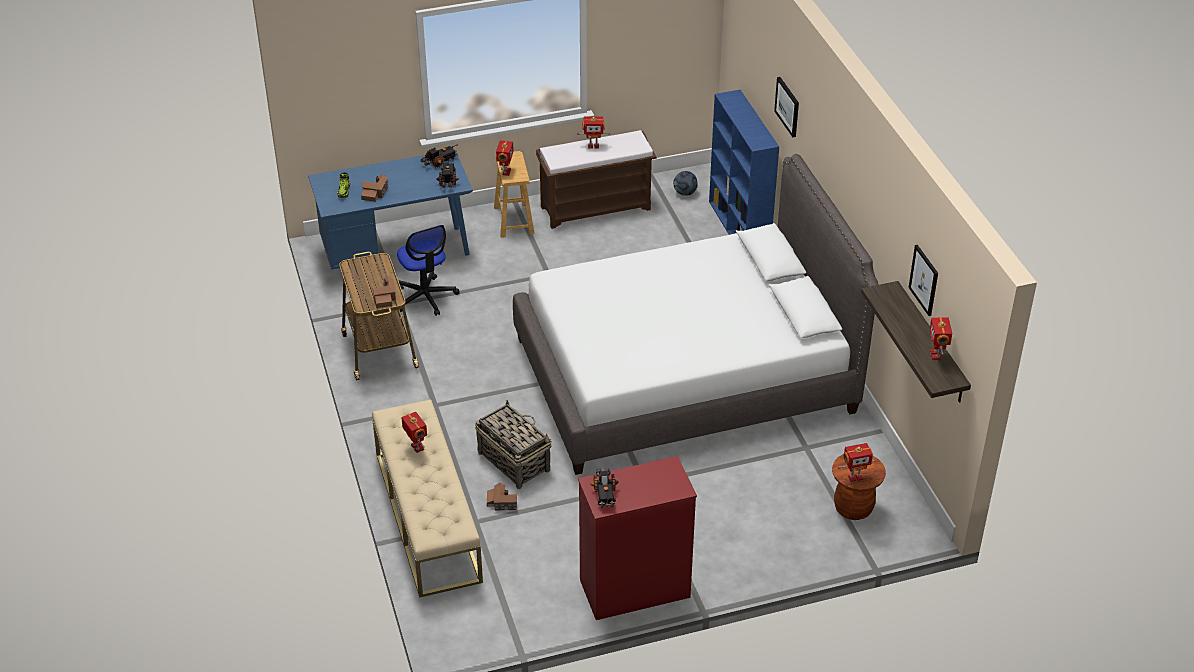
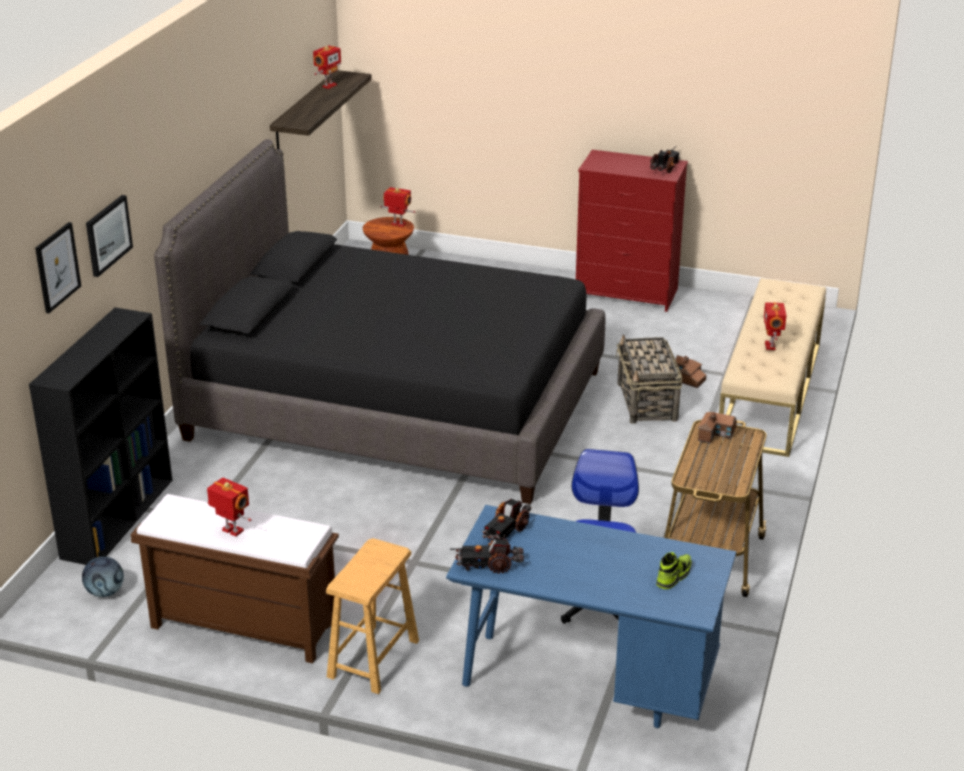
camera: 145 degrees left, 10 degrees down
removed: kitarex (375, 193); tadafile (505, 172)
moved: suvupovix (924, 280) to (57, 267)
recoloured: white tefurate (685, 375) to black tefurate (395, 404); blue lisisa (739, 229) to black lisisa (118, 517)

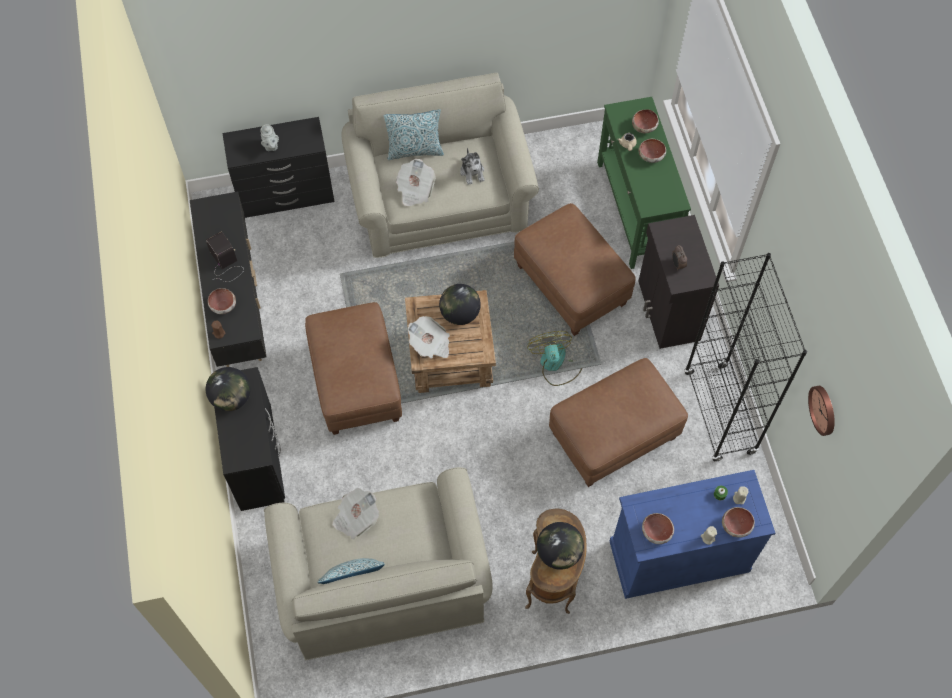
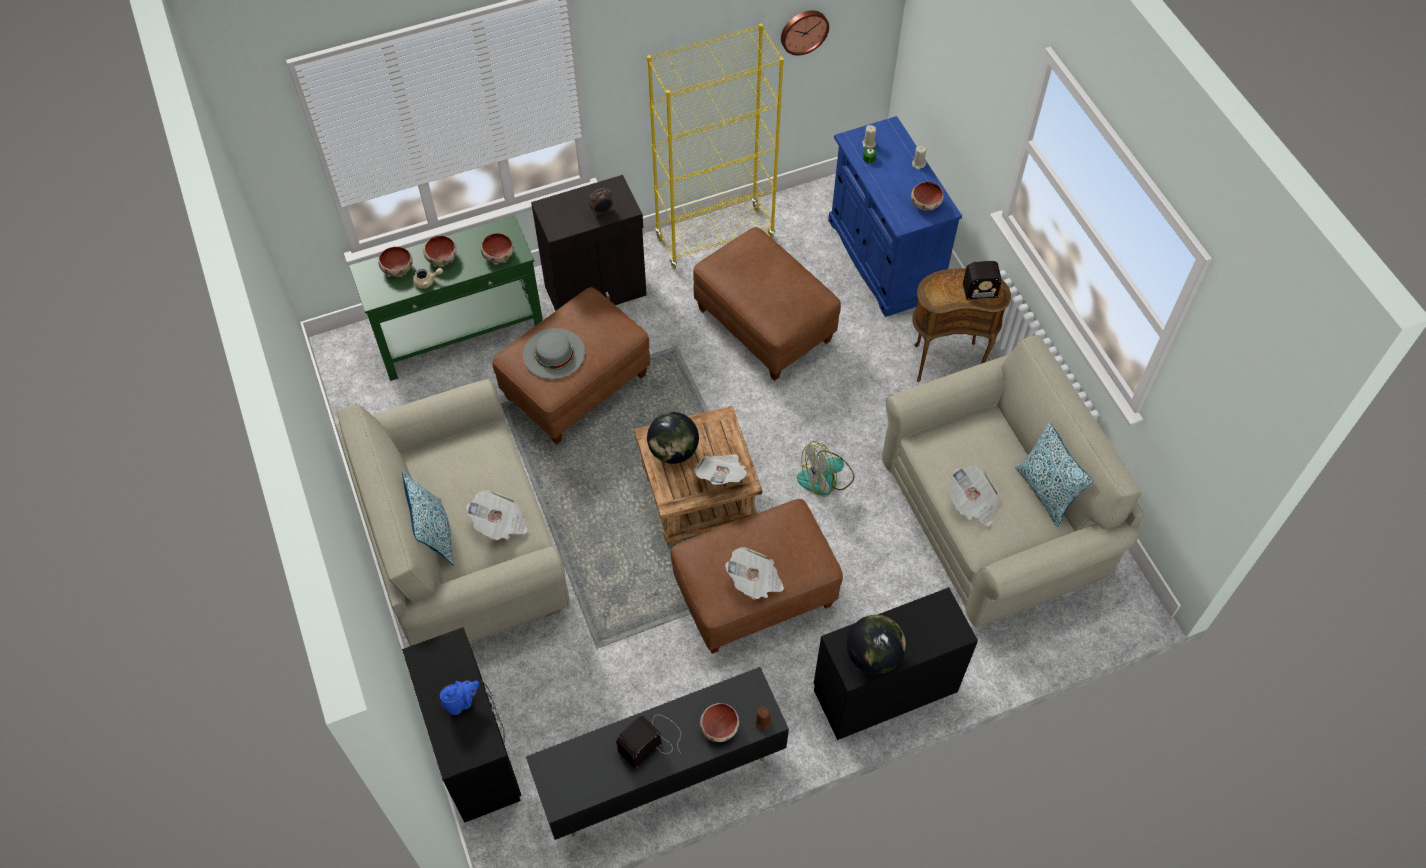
camera: 100 degrees left, 5 degrees down
removed: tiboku (472, 172)
added: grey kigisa (554, 353); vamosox (755, 581)
moved: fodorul (555, 365) to (825, 479); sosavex (736, 525) to (498, 255)
replaced: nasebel (558, 553) to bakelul (967, 288)
recoloured: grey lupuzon (270, 146) to blue lupuzon (461, 702); black lisisa (719, 413) to yellow lisisa (715, 237)

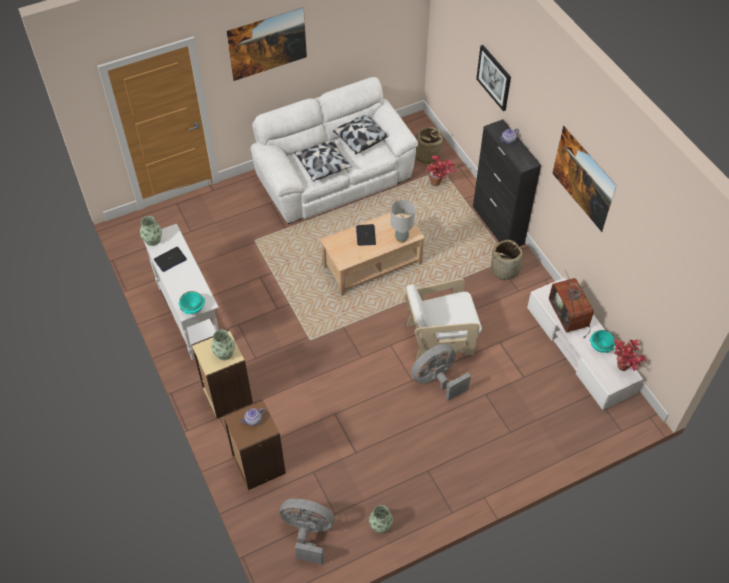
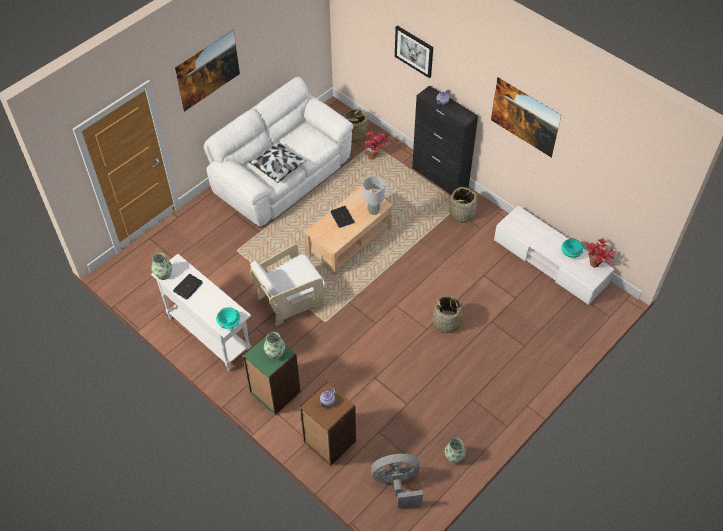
camera: 20 degrees left, 0 degrees up
removed: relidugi (360, 138); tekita (570, 315)
moved: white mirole (440, 337) to (290, 300)
replaced: grey fodorul (437, 380) to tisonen (447, 323)
recoloured: beige lisisa (227, 395) to green lisisa (274, 392)

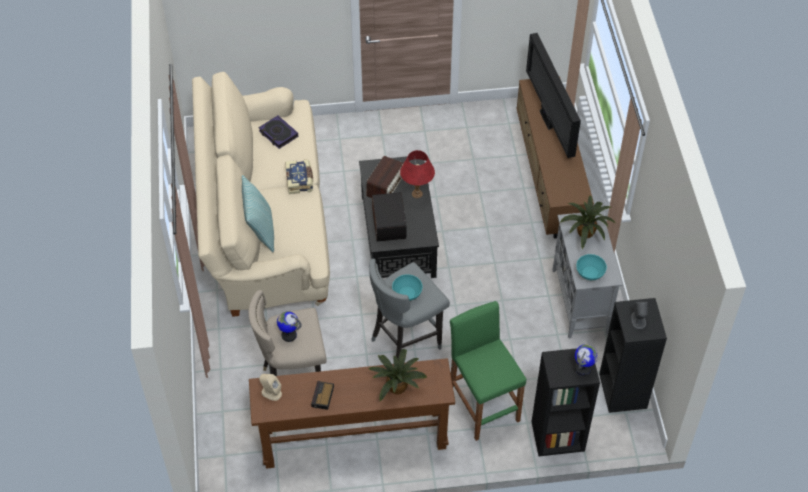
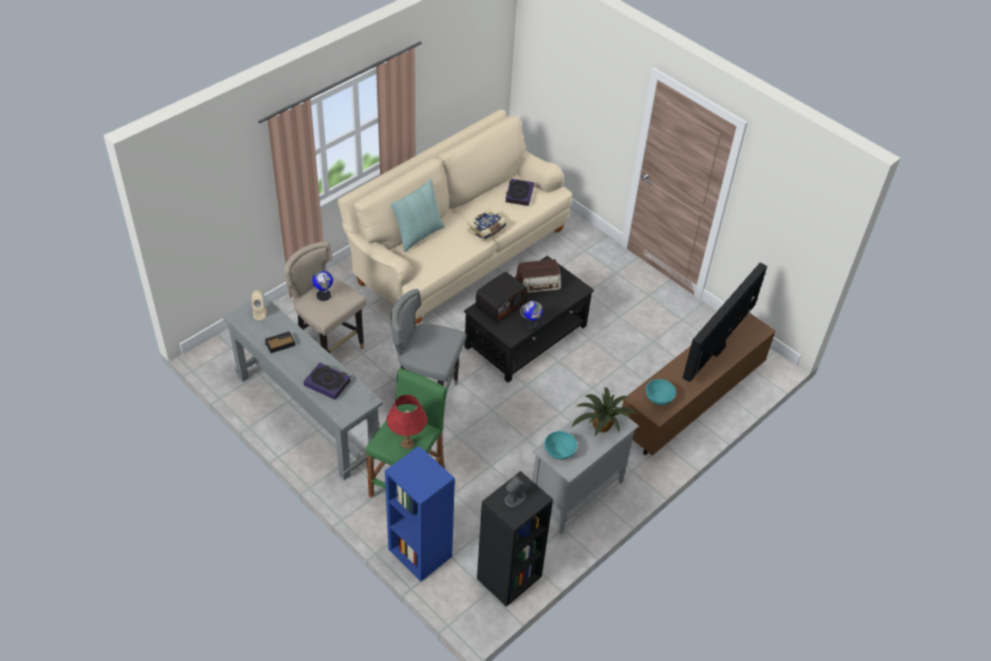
camera: 50 degrees right, 5 degrees down
moved: turquoise sosavex (406, 293) to (658, 398); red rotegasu (417, 194) to (407, 444); nasebel (583, 368) to (531, 325)
replaced: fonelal (396, 385) to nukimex (327, 383)
recoloured: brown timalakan (354, 438) to grey timalakan (307, 415); black lisisa (557, 437) to blue lisisa (419, 553)

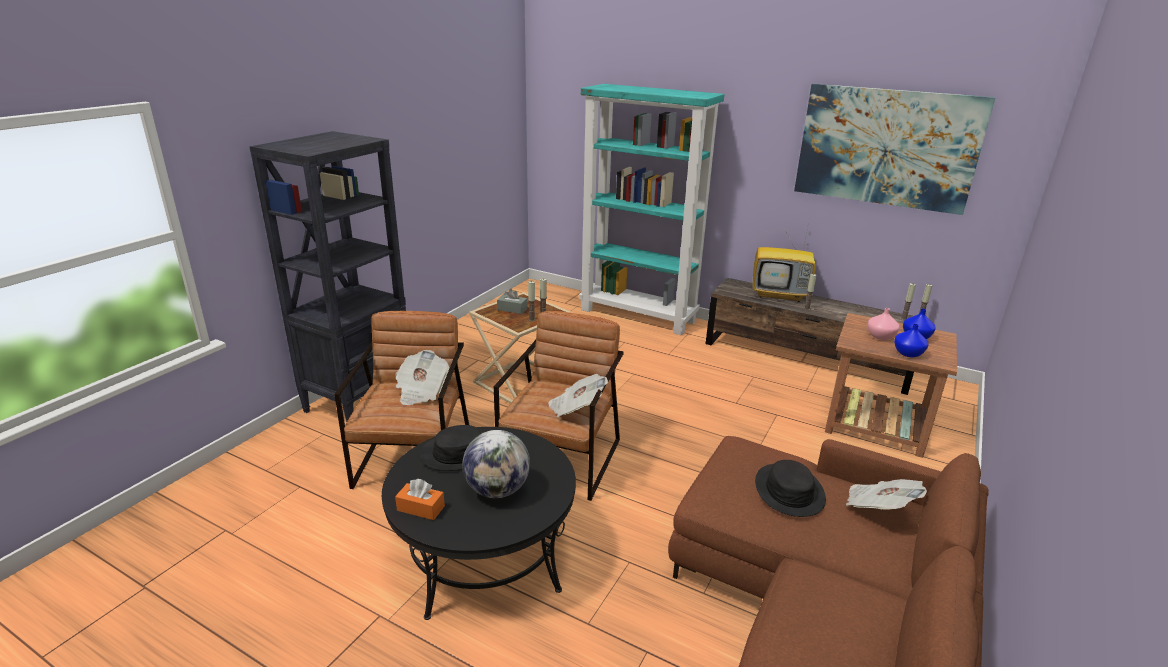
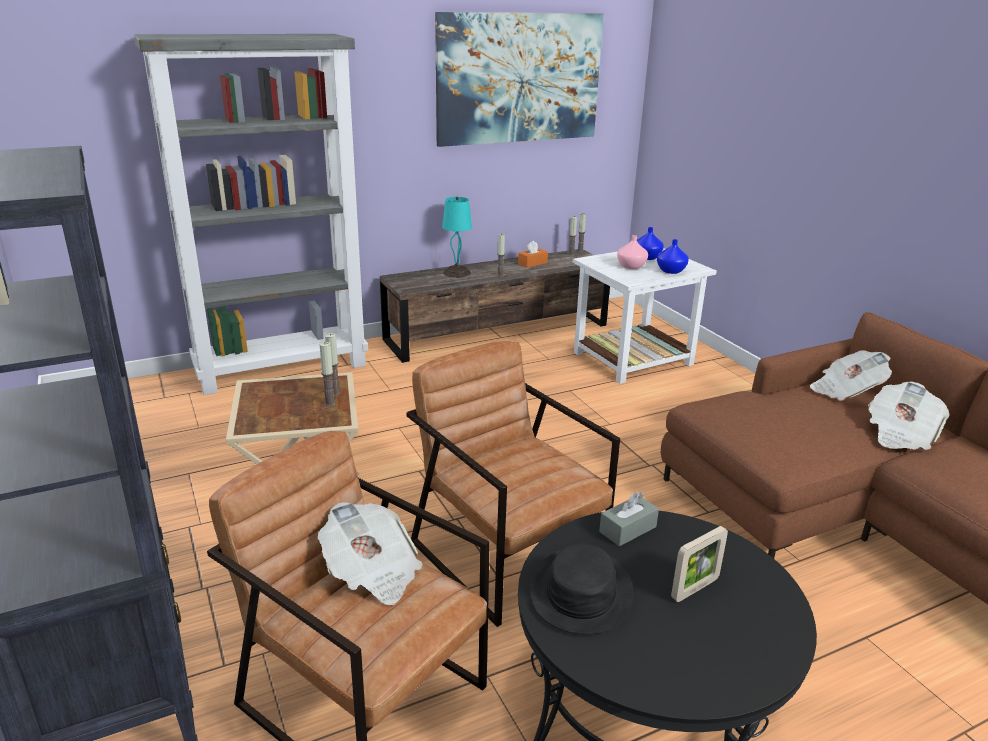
camera: 55 degrees left, 0 degrees up
removed: black kigisa (789, 491)
moved: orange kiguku (421, 508) to (532, 263); grey kiguku (512, 309) to (627, 529); vamosox (576, 408) to (900, 434)
replaced: nasebel (497, 490) to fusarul (695, 589); tekita (780, 295) to turquoise rotegasu (457, 272)
recoloured: turquoise lisisa (638, 315) to grey lisisa (283, 368); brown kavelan (877, 425) to white kavelan (634, 358)

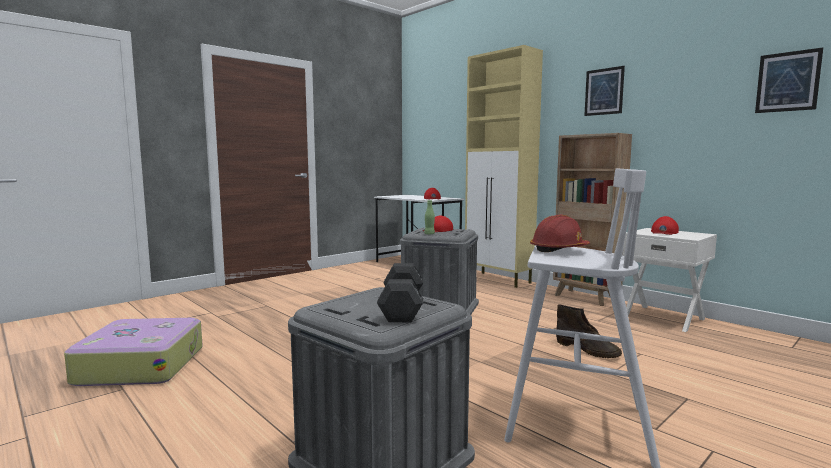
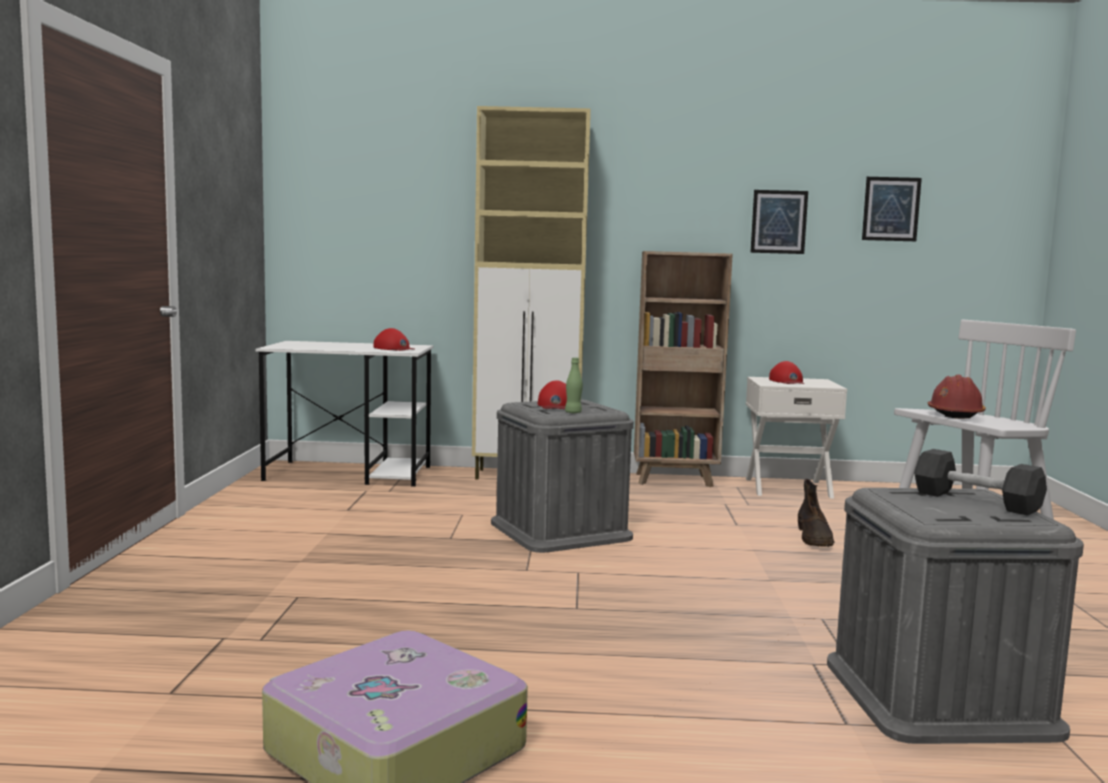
camera: 45 degrees left, 0 degrees up
moved: suvupovix (604, 91) to (779, 222)
turned: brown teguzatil (587, 350) = (814, 538) 90 degrees clockwise

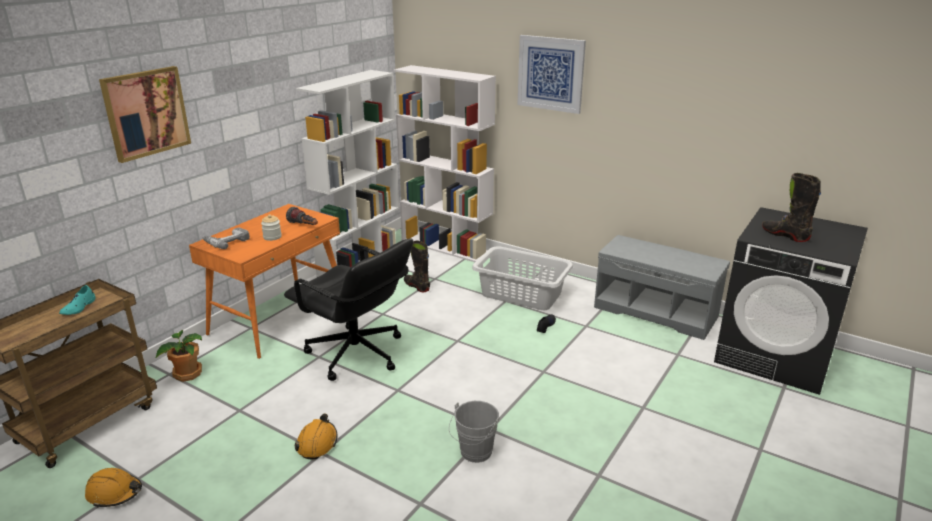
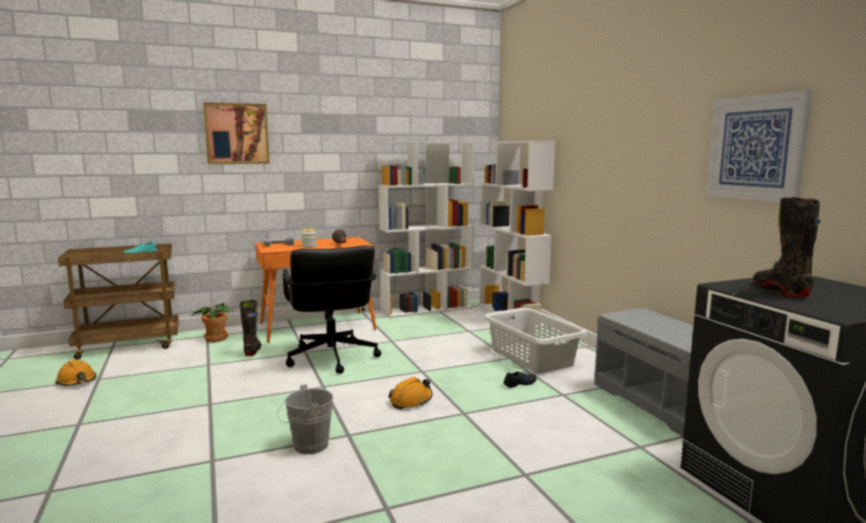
camera: 35 degrees right, 15 degrees down
moved: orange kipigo (317, 443) to (411, 401); black teguzatil (417, 286) to (253, 351); suvupovix (550, 73) to (755, 148)

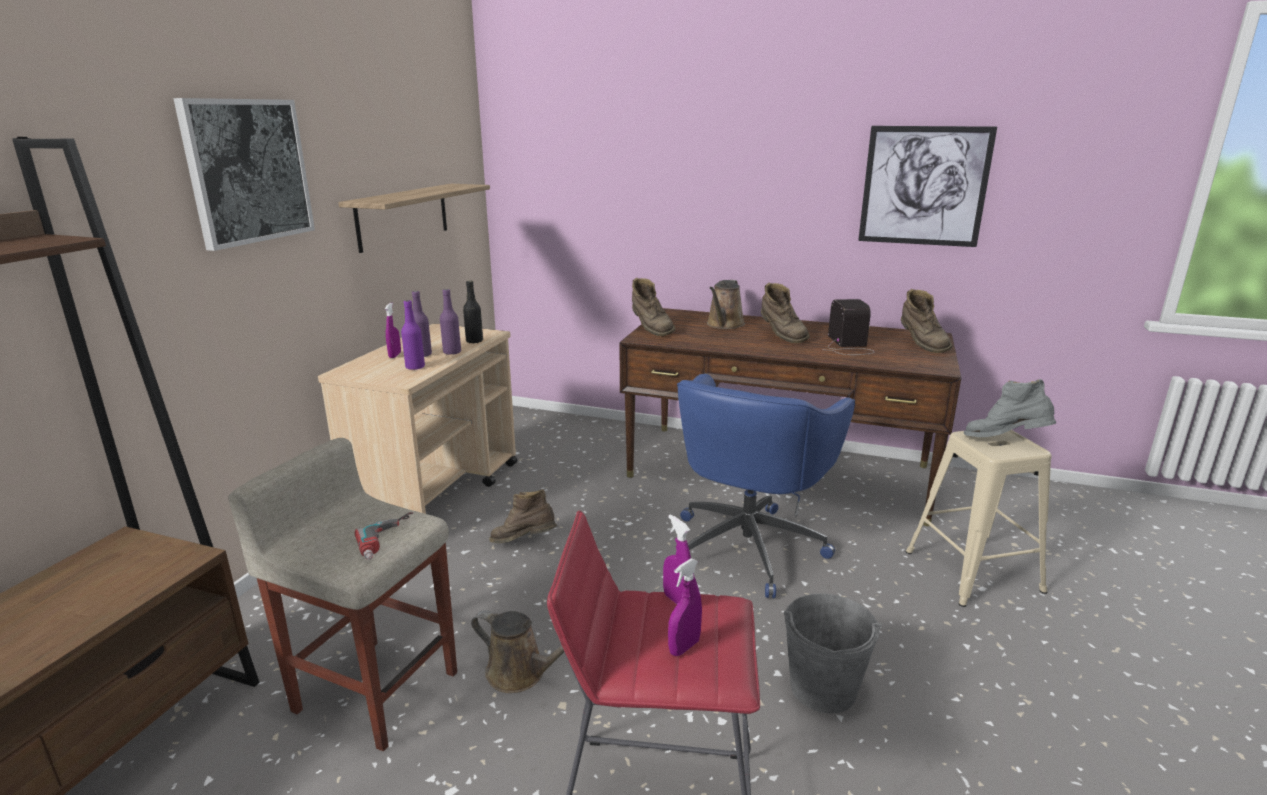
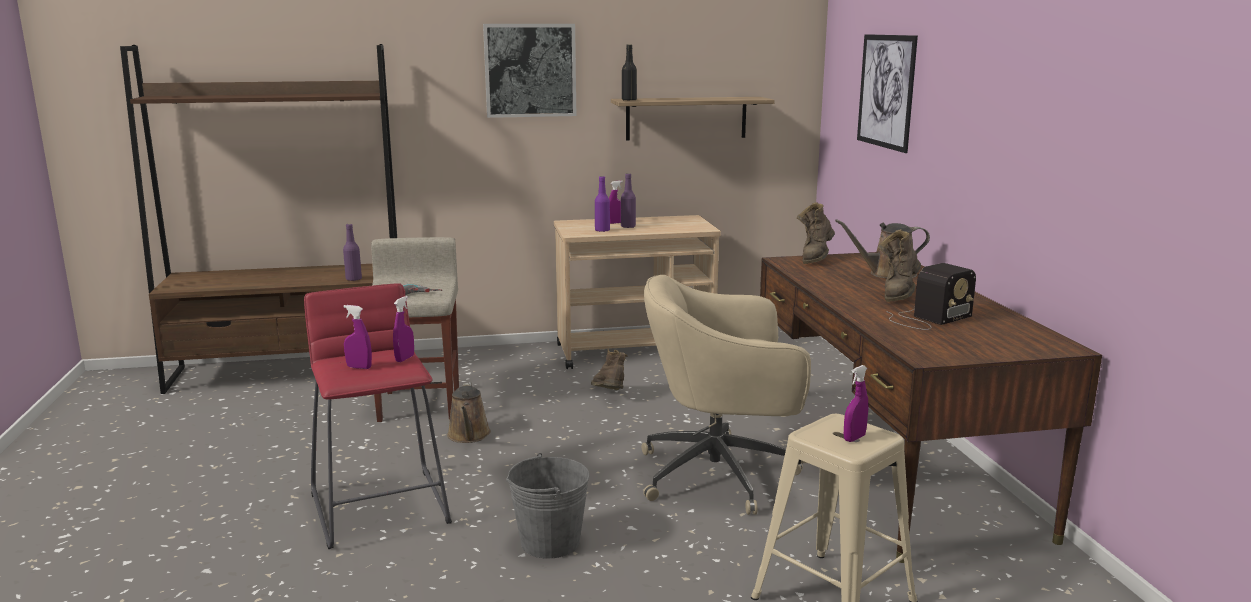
camera: 60 degrees right, 5 degrees down
removed: brown teguzatil (921, 345)
moved: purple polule (452, 352) to (353, 279); black polule (474, 341) to (629, 100); suvupovix (924, 186) to (886, 91)
replaced: grey teguzatil (1005, 441) to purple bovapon (854, 438)
recoloured: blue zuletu (749, 545) to beige zuletu (721, 474)

